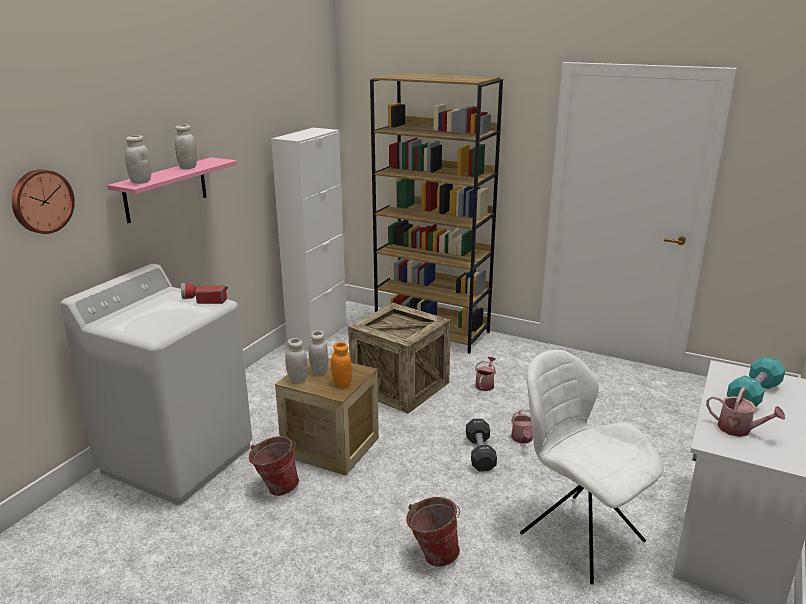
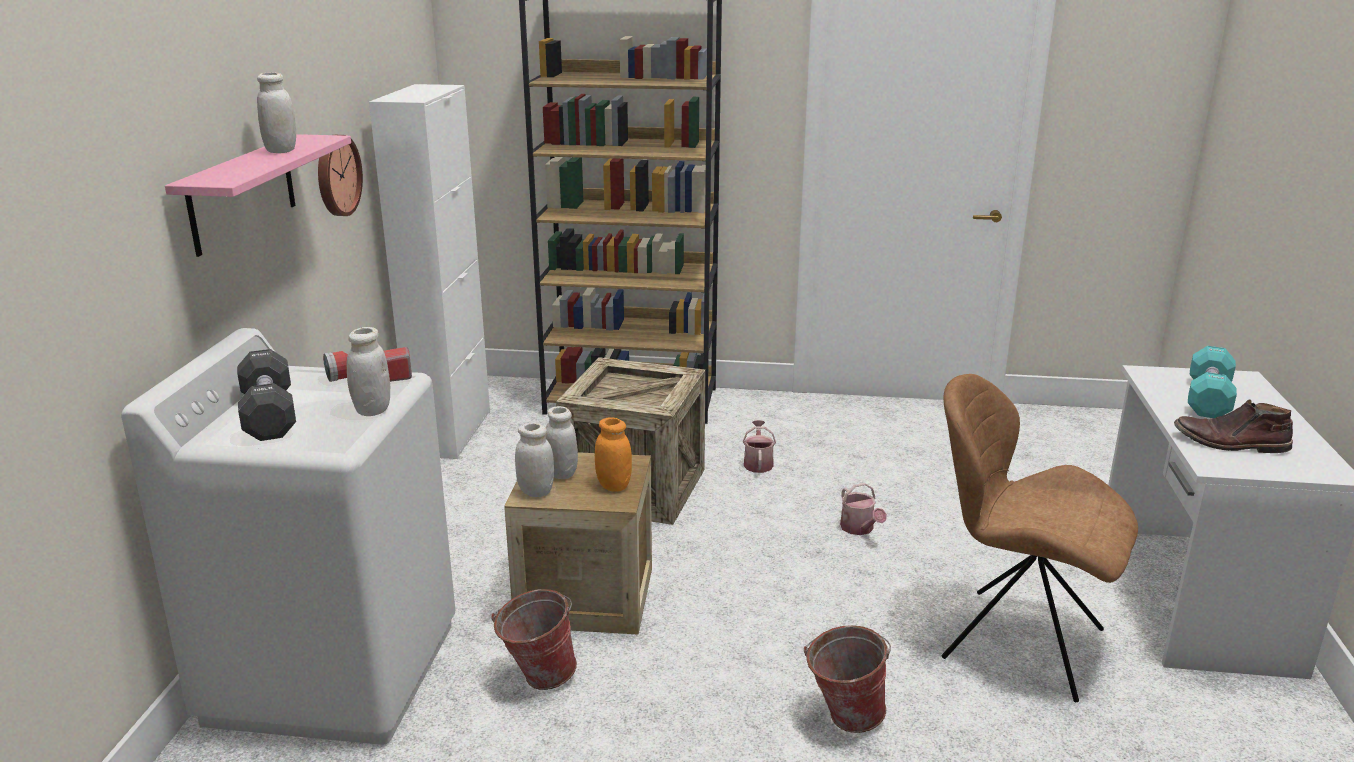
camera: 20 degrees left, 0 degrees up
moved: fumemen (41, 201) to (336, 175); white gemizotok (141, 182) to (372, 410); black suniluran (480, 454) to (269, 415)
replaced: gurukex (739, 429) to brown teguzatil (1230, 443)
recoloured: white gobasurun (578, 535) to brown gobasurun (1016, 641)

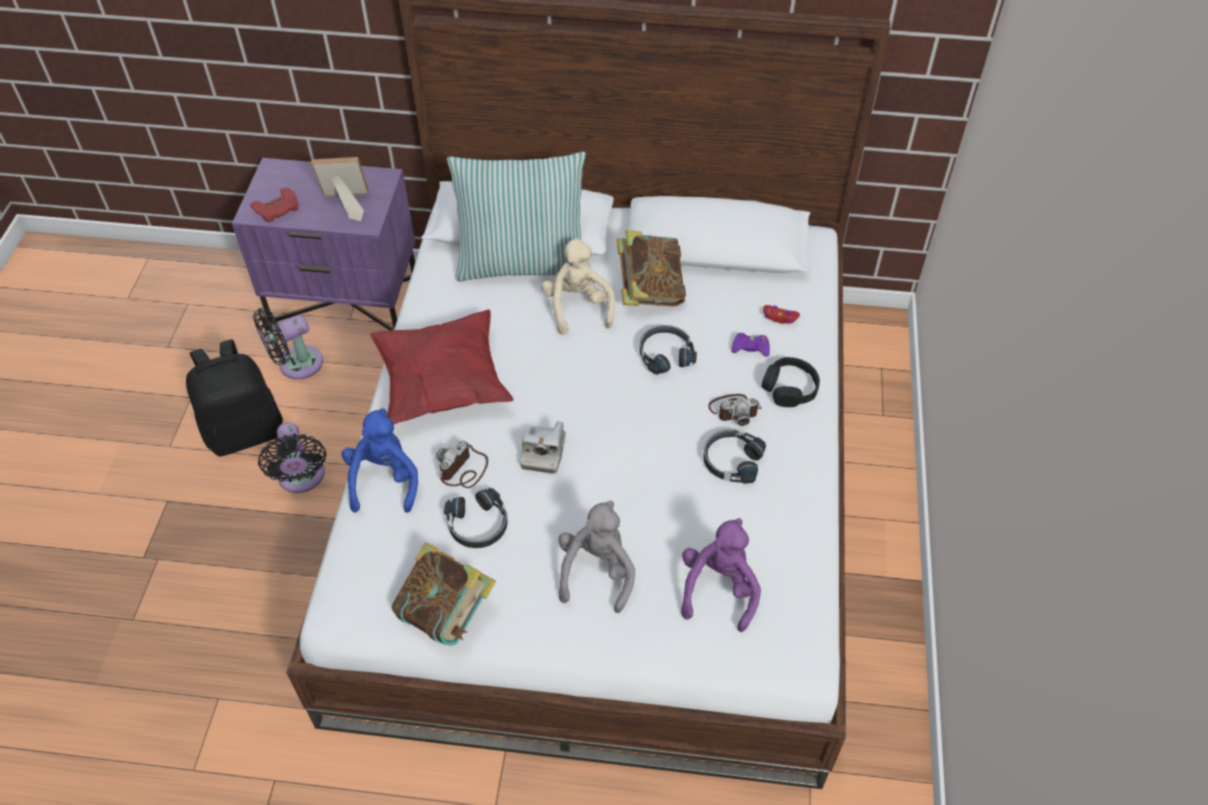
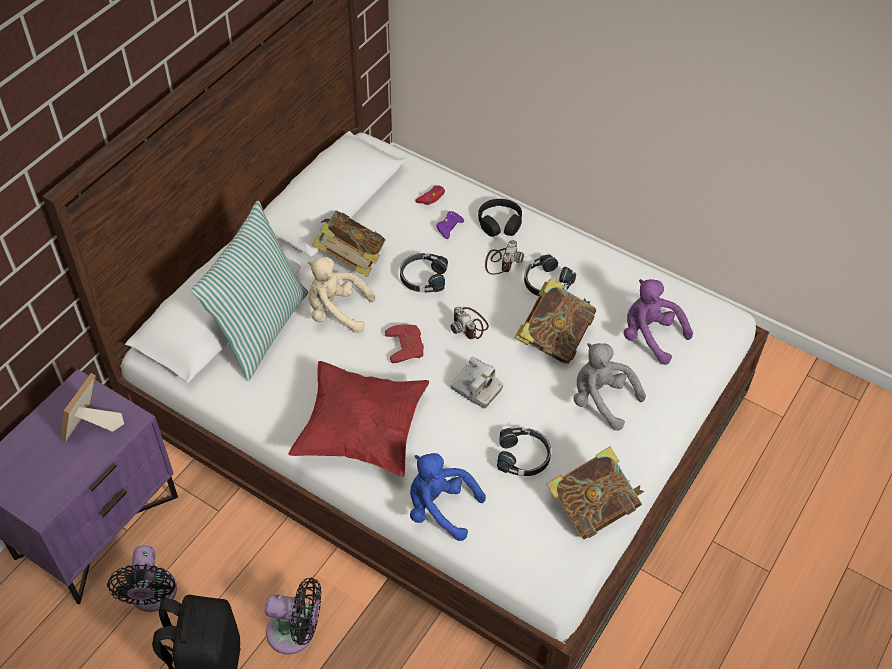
camera: 65 degrees left, 0 degrees up
added: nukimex (553, 339)
moved: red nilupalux (278, 210) to (408, 346); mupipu (463, 470) to (469, 325)

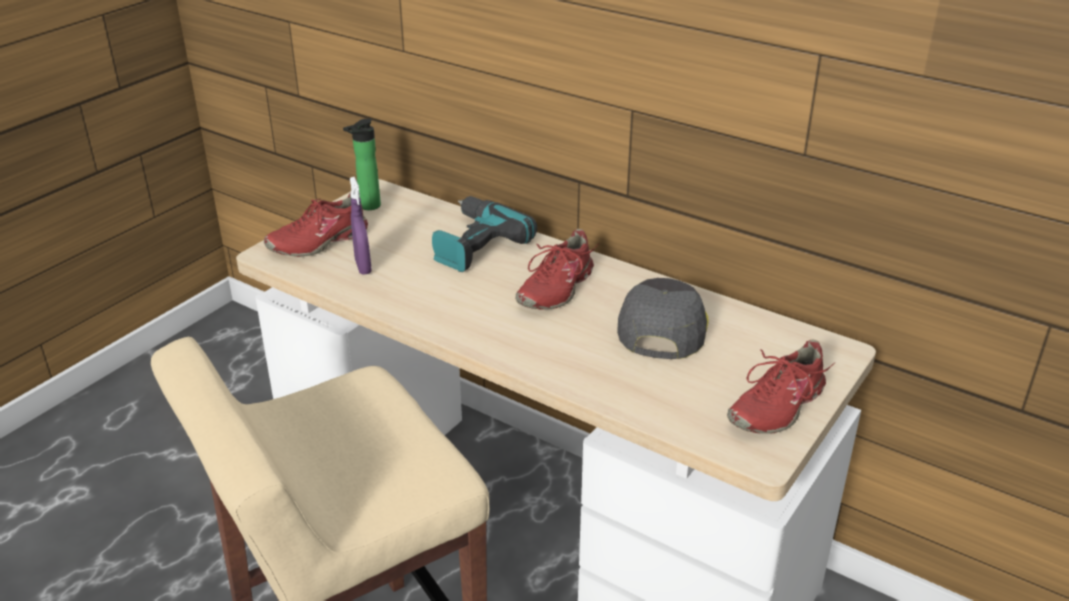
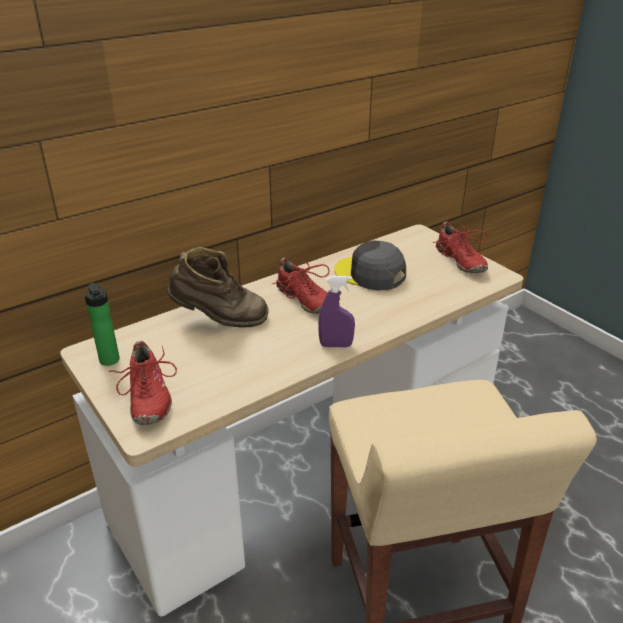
camera: 70 degrees left, 0 degrees up
moved: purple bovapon (363, 267) to (336, 345)
replaced: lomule (473, 244) to brown teguzatil (219, 320)

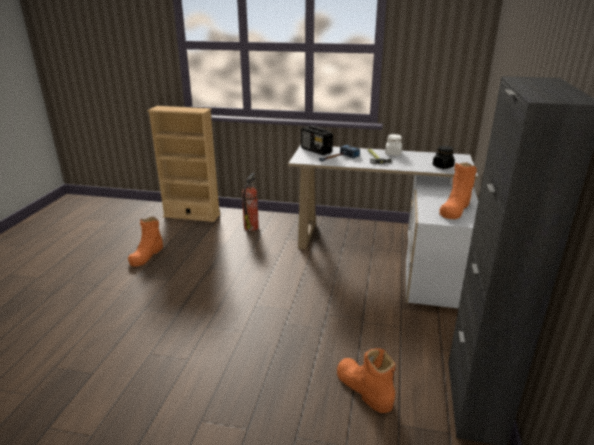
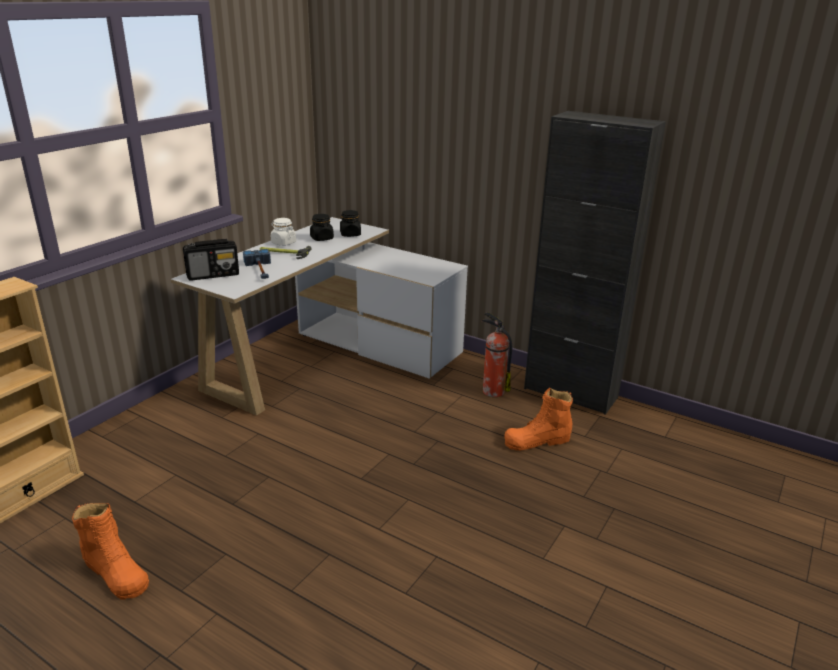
camera: 70 degrees left, 0 degrees up
removed: orange teguzatil (455, 209)
added: black gemizotok (322, 238)
moved: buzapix (251, 227) to (492, 391)

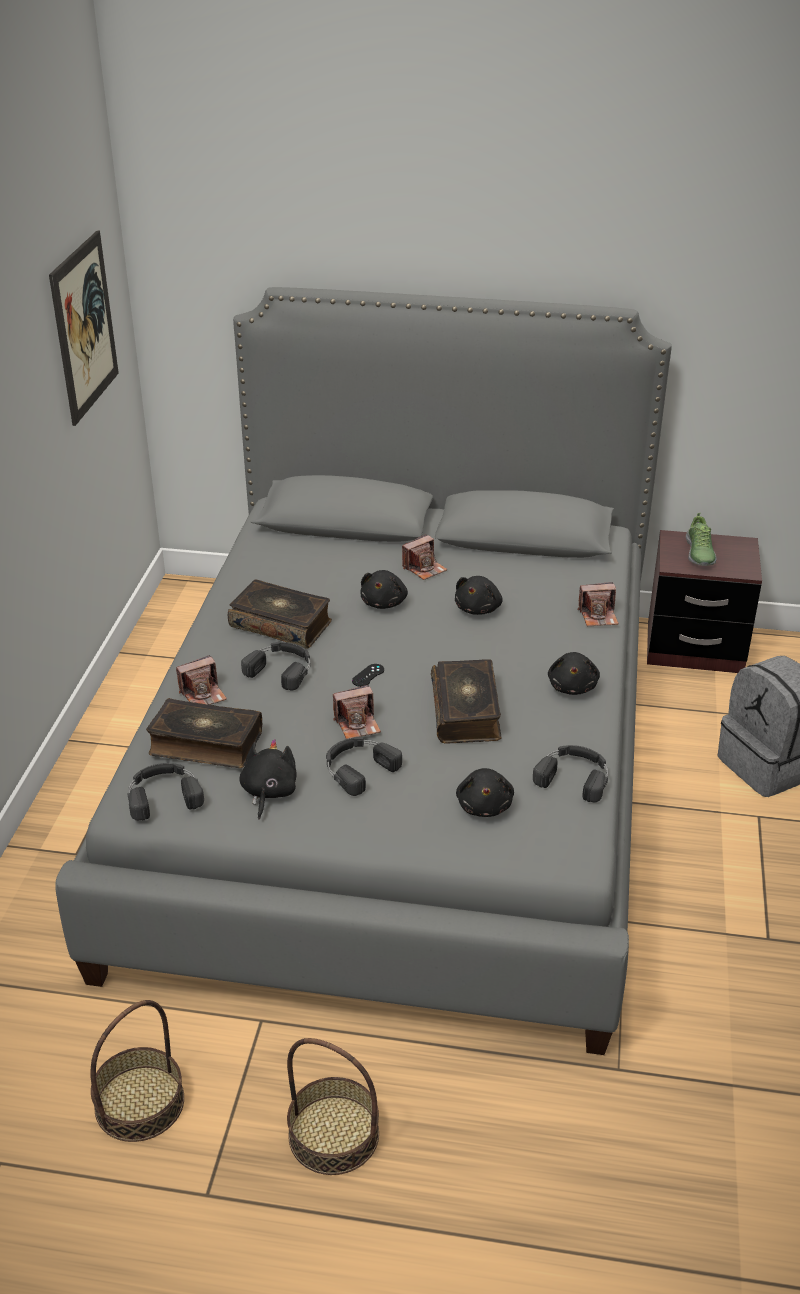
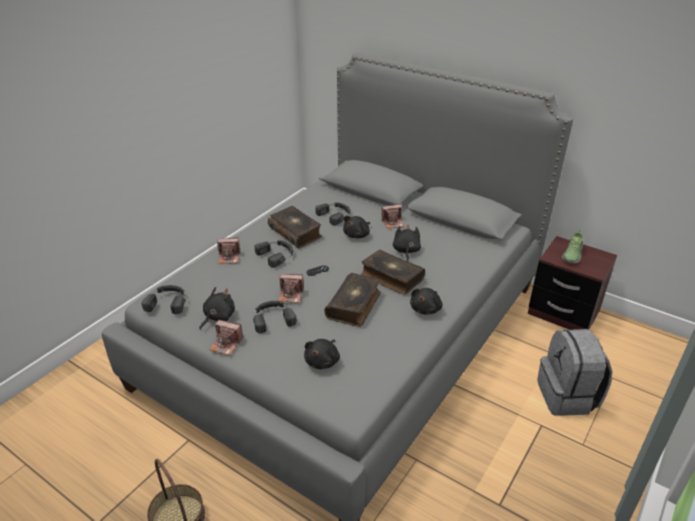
camera: 25 degrees right, 0 degrees up
removed: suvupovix (84, 327); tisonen (139, 1103)
moved: nukimex (205, 744) to (391, 278); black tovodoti (574, 776) to (335, 215); mupipu (598, 616) to (226, 344)
turned: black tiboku (479, 608) = (406, 251) 135 degrees clockwise

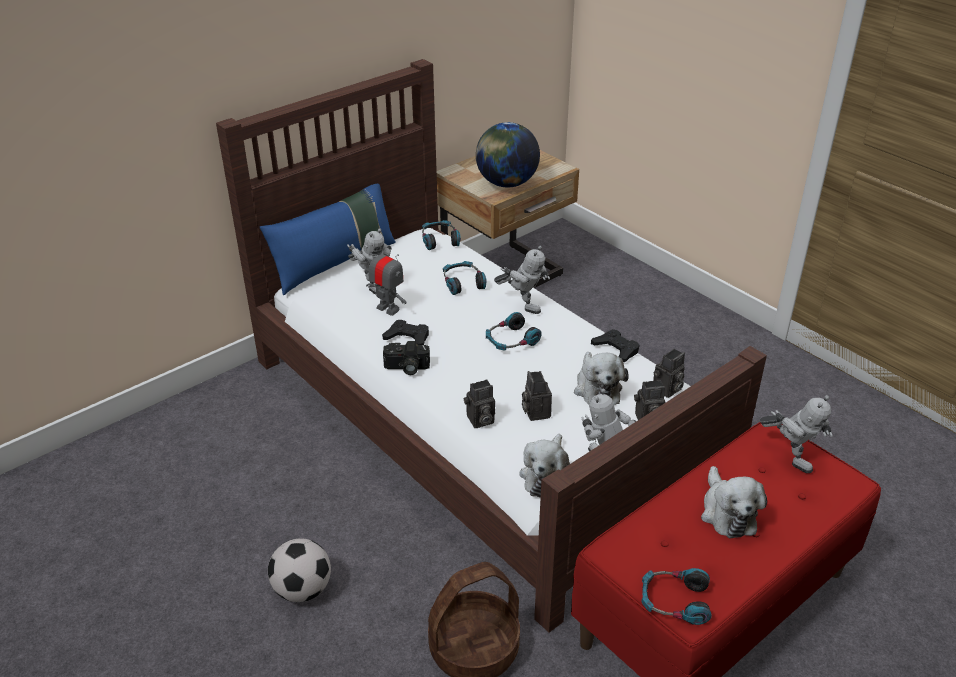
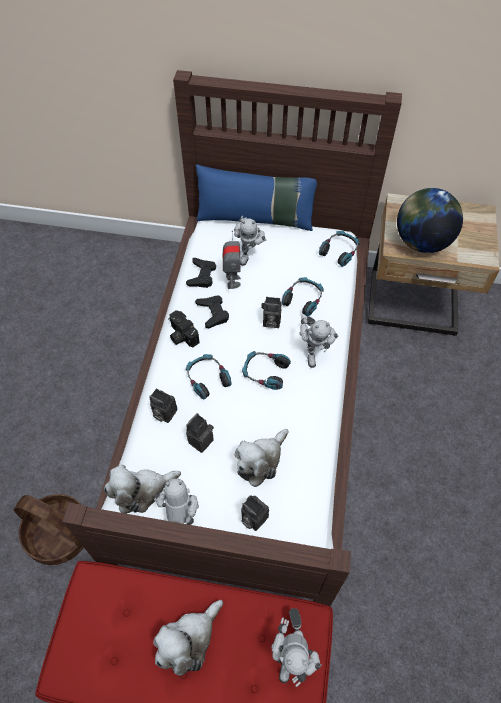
camera: 50 degrees right, 20 degrees up
removed: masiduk (303, 589)
moved: black nilupalux (616, 349) to (202, 275); tovodoti (674, 601) to (207, 379); mupipu (667, 390) to (270, 322)

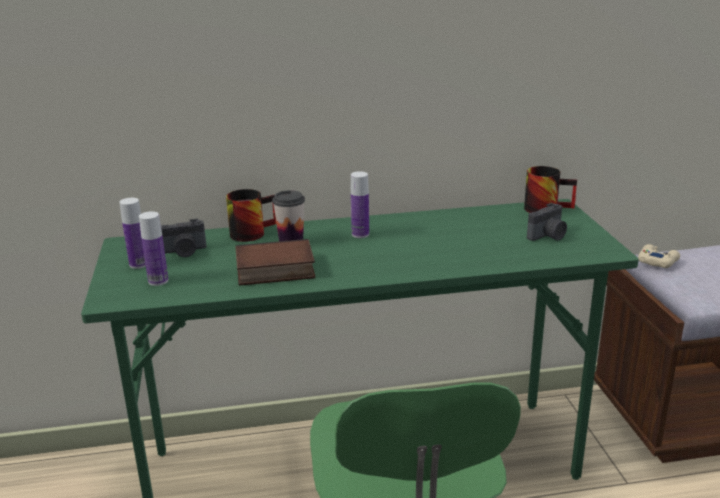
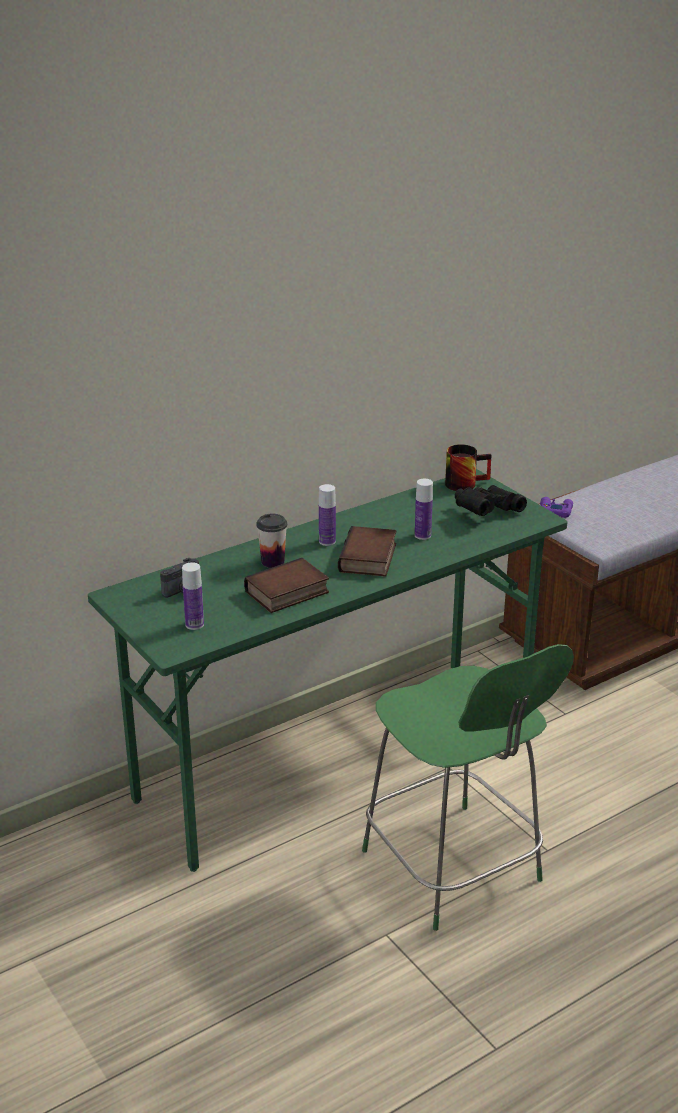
camera: 25 degrees left, 5 degrees up
removed: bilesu (251, 232)
added: nukimex (369, 559)
moved: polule (139, 264) to (422, 535)
replaced: mupipu (548, 236) to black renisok (486, 512)
recoloured: beige nilupalux (657, 261) to purple nilupalux (555, 511)

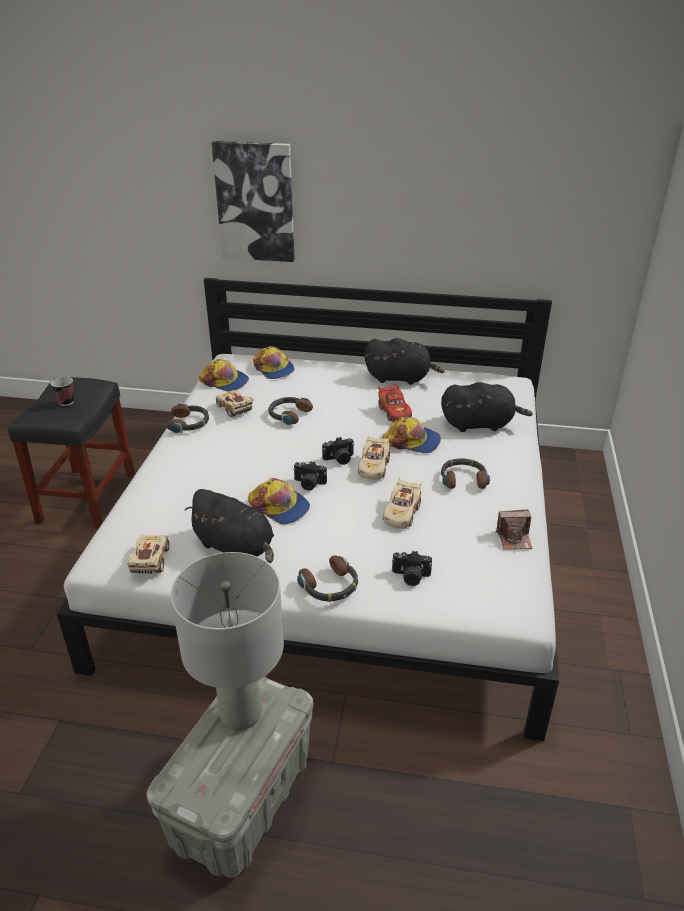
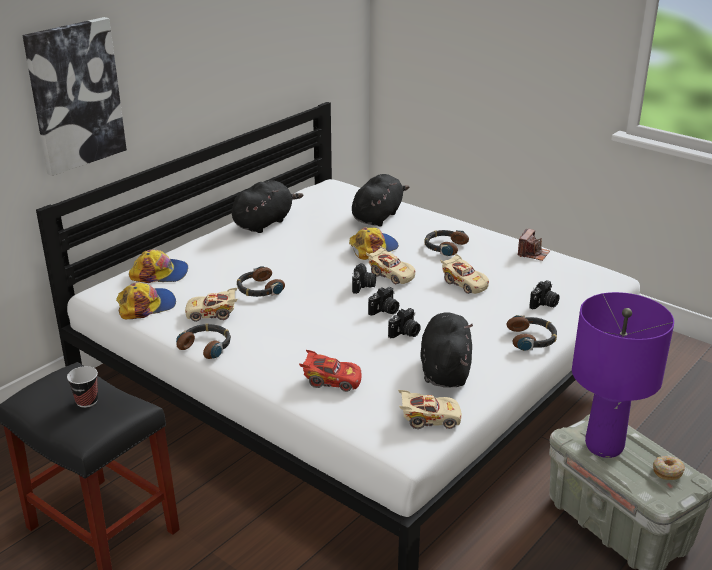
camera: 60 degrees left, 5 degrees down
added: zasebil (667, 471)
moved: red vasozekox (394, 412) to (331, 381)
replaced: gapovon (279, 506) to mupipu (405, 333)
recoloured: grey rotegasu (240, 714) to purple rotegasu (604, 446)
turned: beige vasozekox (150, 562) = (429, 419) 150 degrees clockwise; black tiboku (236, 547) = (445, 369) 60 degrees counterclockwise

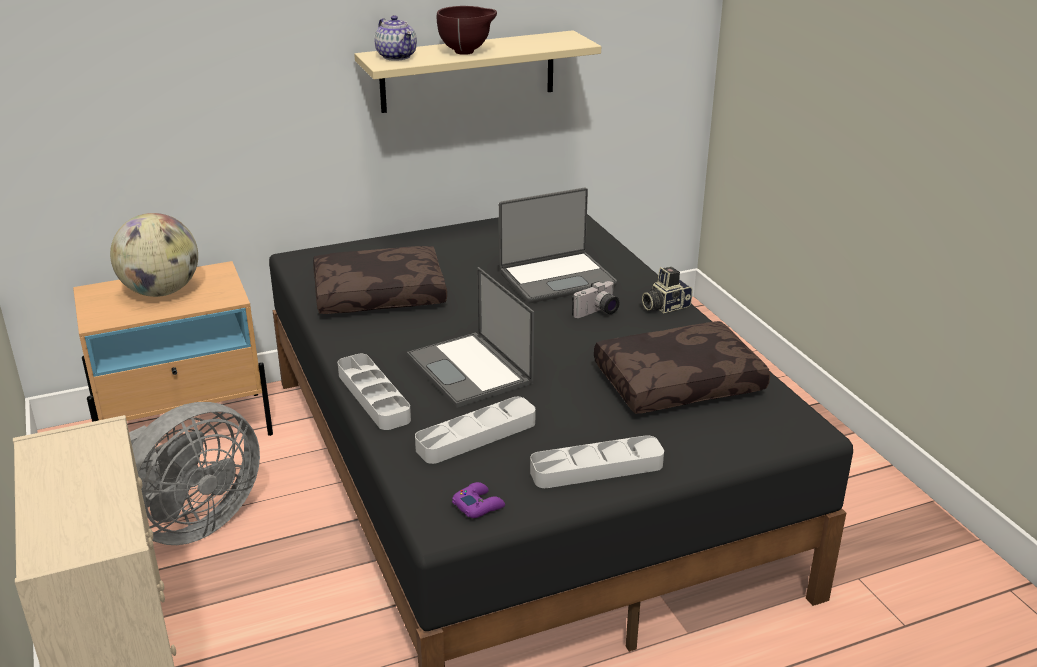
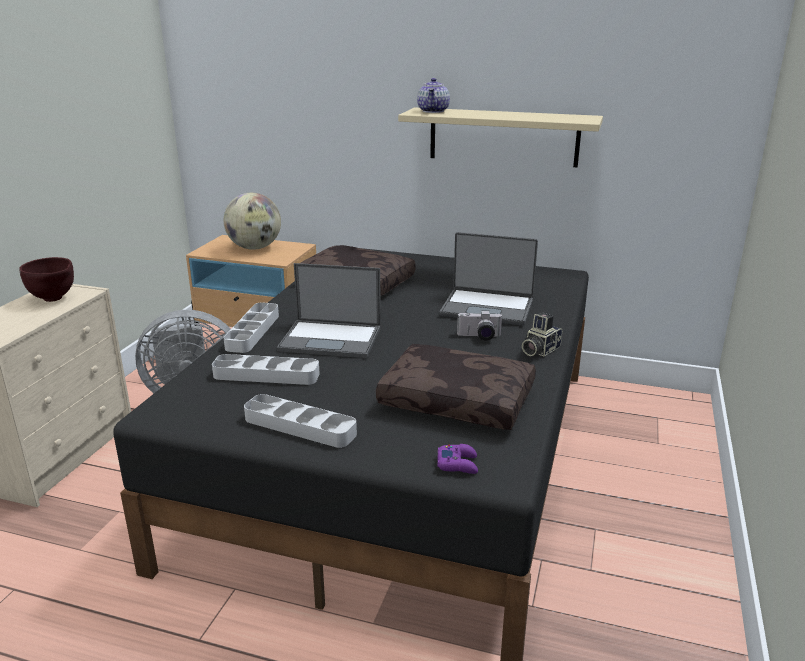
camera: 40 degrees right, 5 degrees down
moved: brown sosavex (467, 52) to (54, 299); purple nilupalux (478, 505) to (458, 464)
turned: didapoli (470, 370) = (332, 339) 90 degrees counterclockwise; mupipu (664, 306) = (539, 350) 60 degrees counterclockwise

